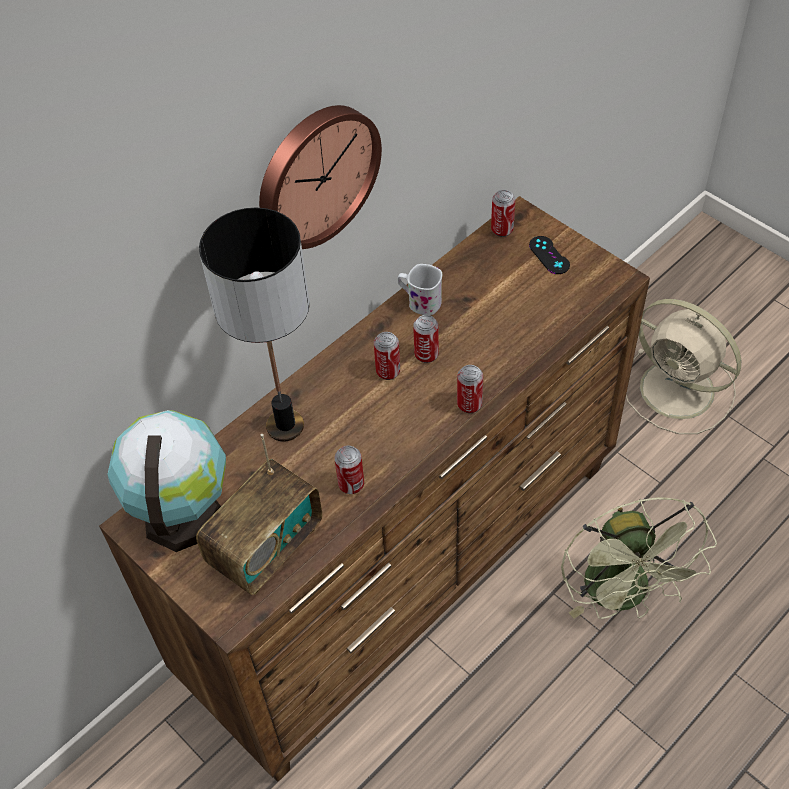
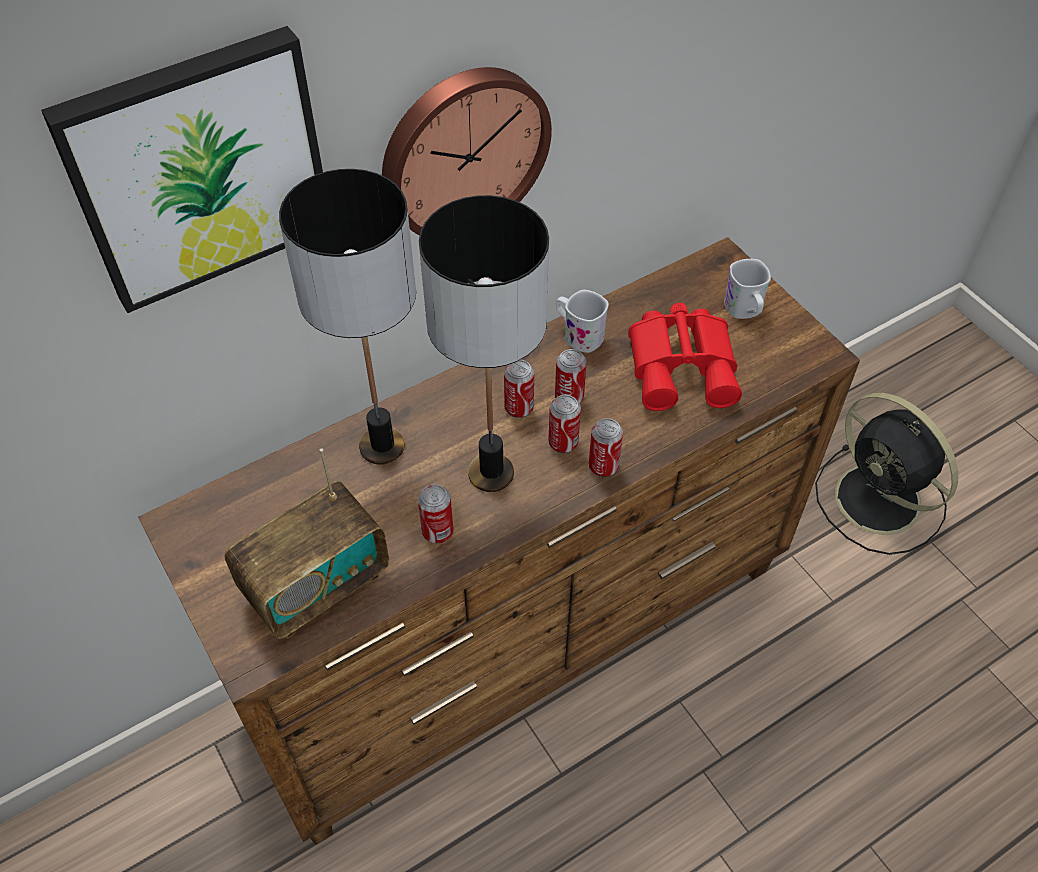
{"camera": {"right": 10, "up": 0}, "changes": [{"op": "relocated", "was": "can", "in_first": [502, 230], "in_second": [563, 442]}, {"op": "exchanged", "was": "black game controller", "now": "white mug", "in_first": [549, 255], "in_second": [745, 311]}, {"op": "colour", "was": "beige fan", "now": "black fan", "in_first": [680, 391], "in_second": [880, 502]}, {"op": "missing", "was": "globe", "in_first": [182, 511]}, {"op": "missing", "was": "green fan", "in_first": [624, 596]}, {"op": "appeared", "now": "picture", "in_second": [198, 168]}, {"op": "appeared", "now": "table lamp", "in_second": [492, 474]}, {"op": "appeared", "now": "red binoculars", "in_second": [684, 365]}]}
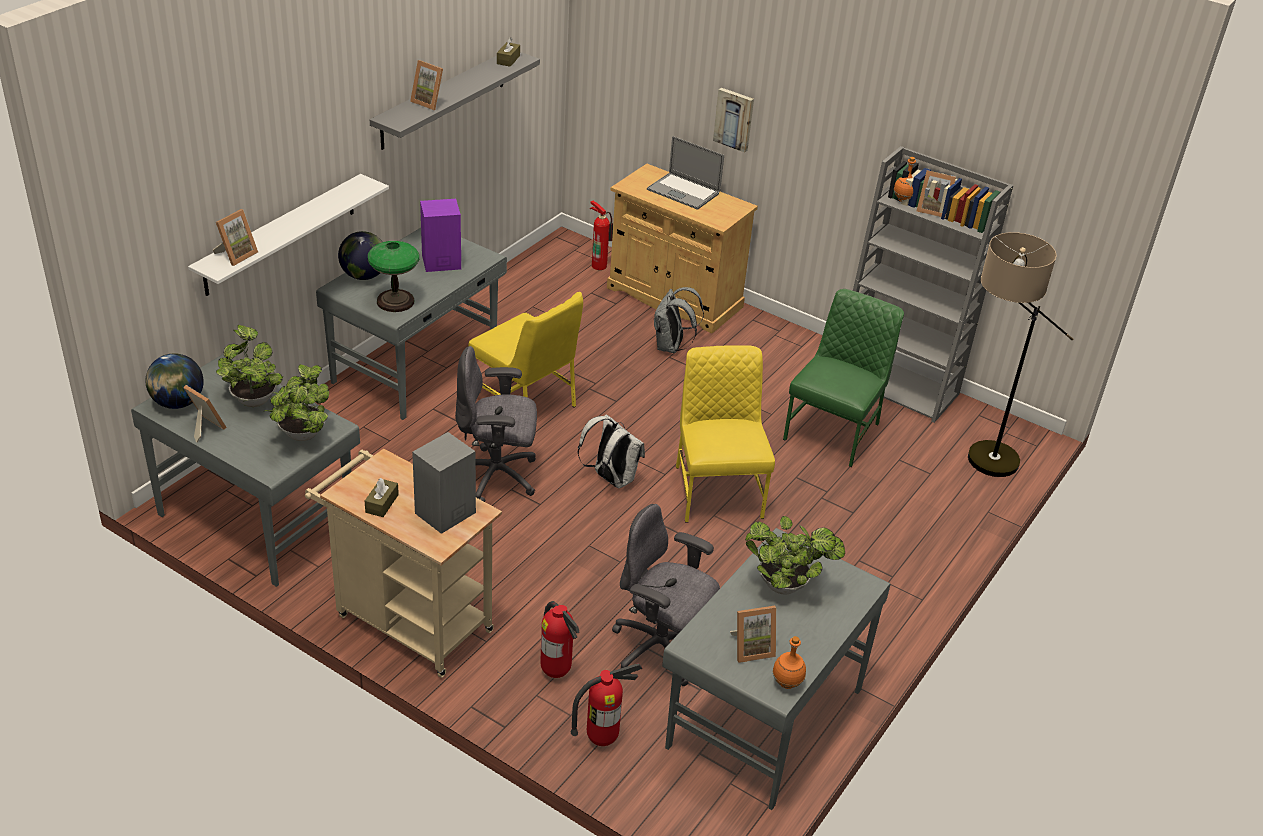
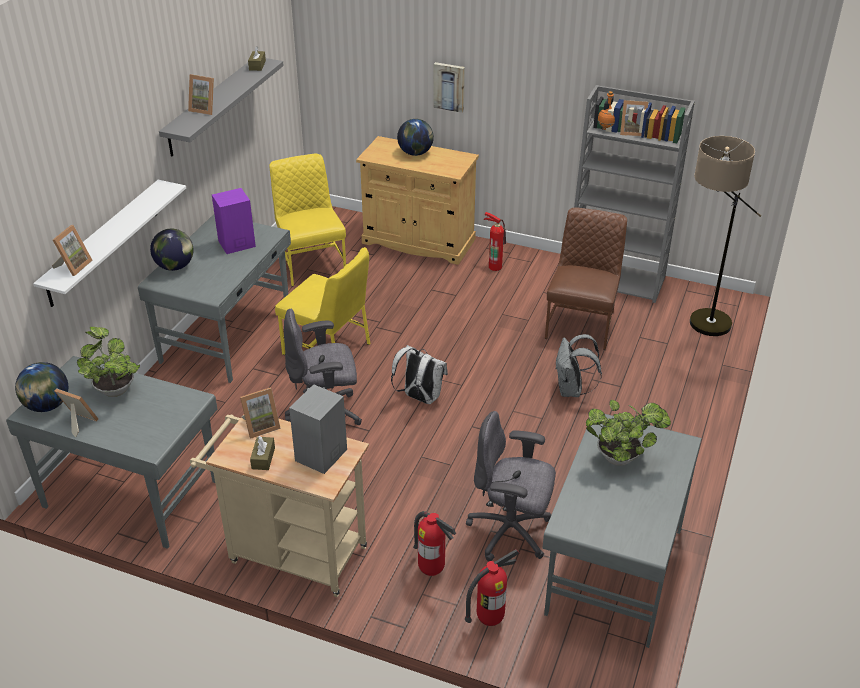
{"camera": {"right": -10, "up": 0}, "changes": [{"op": "exchanged", "was": "laptop", "now": "globe", "in_first": [683, 191], "in_second": [415, 153]}, {"op": "relocated", "was": "fire extinguisher", "in_first": [599, 265], "in_second": [495, 266]}, {"op": "missing", "was": "table lamp", "in_first": [396, 301]}, {"op": "relocated", "was": "grey backpack", "in_first": [671, 347], "in_second": [571, 390]}, {"op": "colour", "was": "green chair", "now": "brown chair", "in_first": [834, 431], "in_second": [581, 324]}, {"op": "relocated", "was": "yellow chair", "in_first": [717, 490], "in_second": [311, 263]}, {"op": "missing", "was": "potted plant", "in_first": [301, 436]}, {"op": "relocated", "was": "picture frame", "in_first": [751, 648], "in_second": [260, 426]}, {"op": "missing", "was": "orange bottle", "in_first": [787, 683]}]}
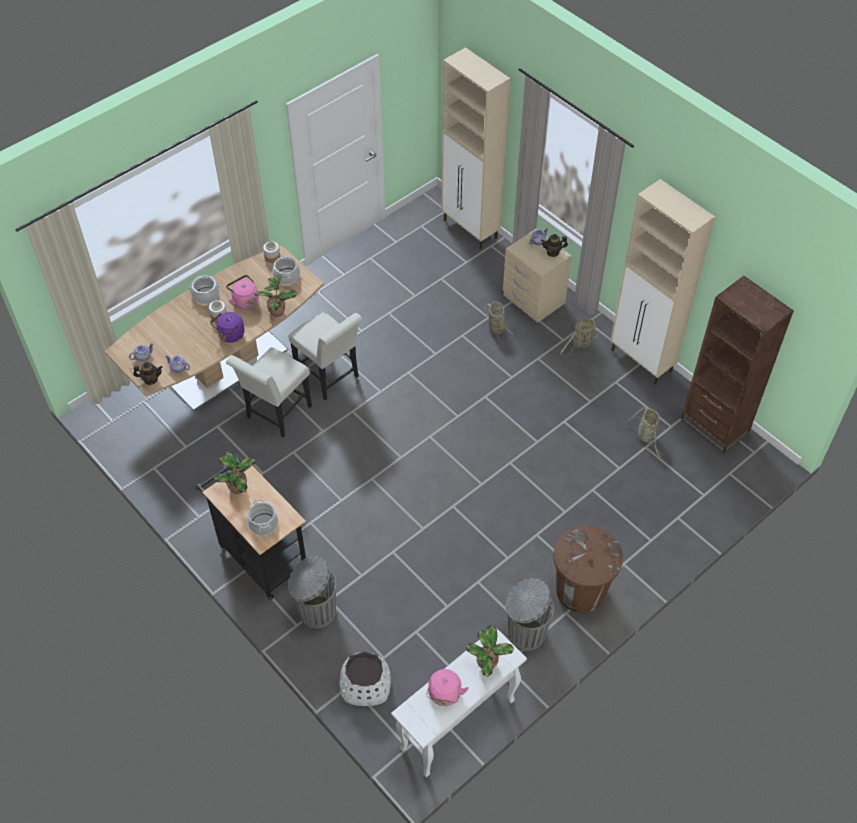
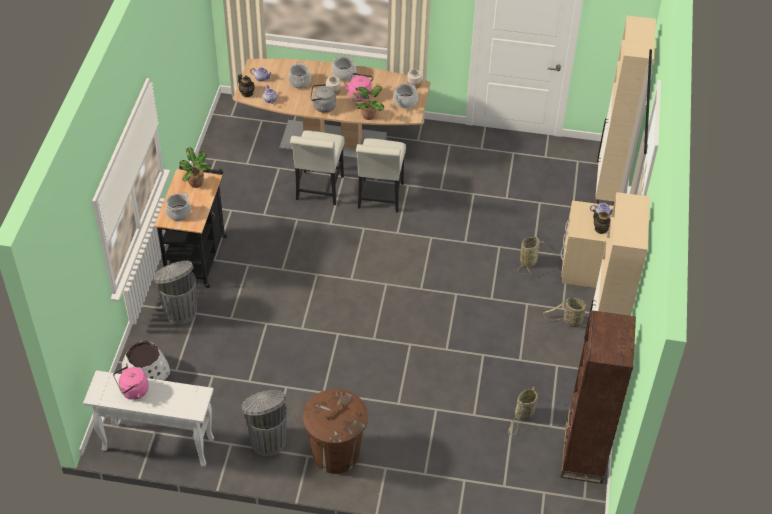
{"camera": {"right": 50, "up": -5}, "changes": [{"op": "colour", "was": "purple kettle", "now": "grey kettle", "in_first": [230, 336], "in_second": [322, 107]}, {"op": "spun", "was": "white chair", "in_first": [276, 415], "in_second": [319, 191], "clockwise": -75}, {"op": "missing", "was": "potted plant", "in_first": [488, 664]}, {"op": "appeared", "now": "cooking pot", "in_second": [300, 82]}]}
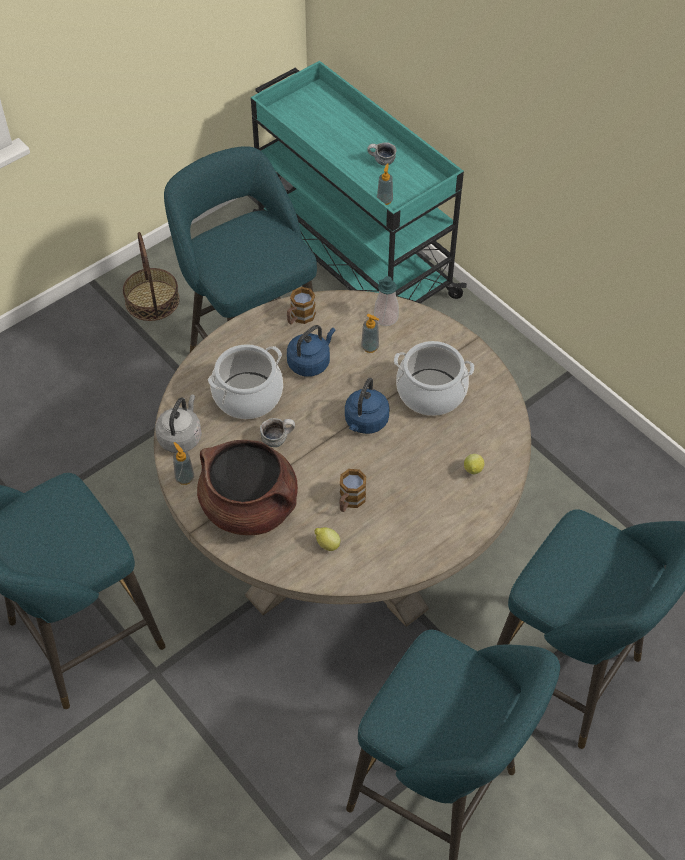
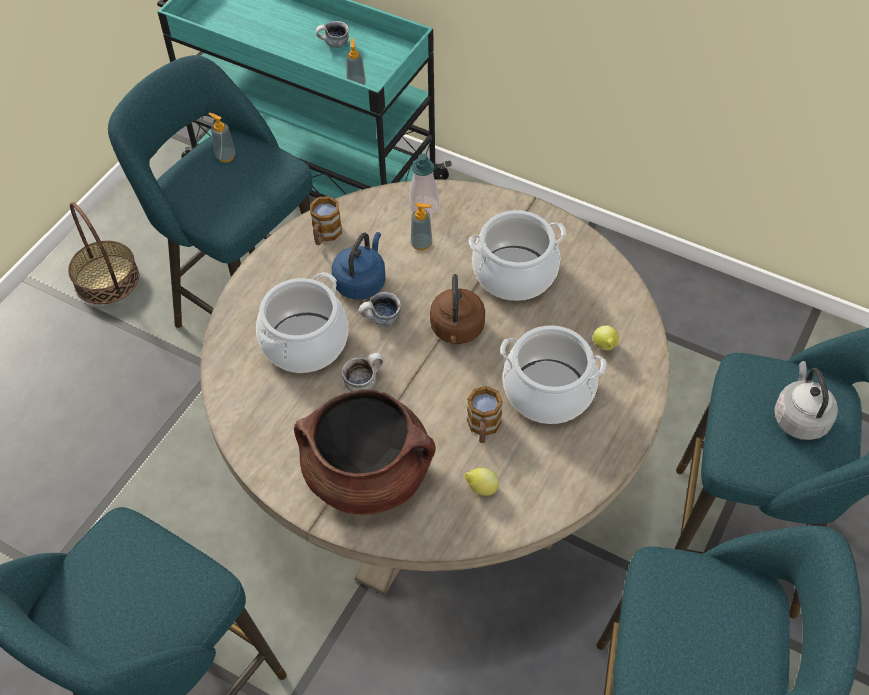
{"camera": {"right": -20, "up": 0}, "changes": [{"op": "colour", "was": "blue kettle", "now": "brown kettle", "in_first": [365, 422], "in_second": [457, 330]}, {"op": "relocated", "was": "grey kettle", "in_first": [181, 436], "in_second": [800, 417]}, {"op": "relocated", "was": "soap dispenser", "in_first": [184, 478], "in_second": [225, 156]}, {"op": "appeared", "now": "mug", "in_second": [381, 321]}, {"op": "appeared", "now": "cooking pot", "in_second": [548, 391]}]}
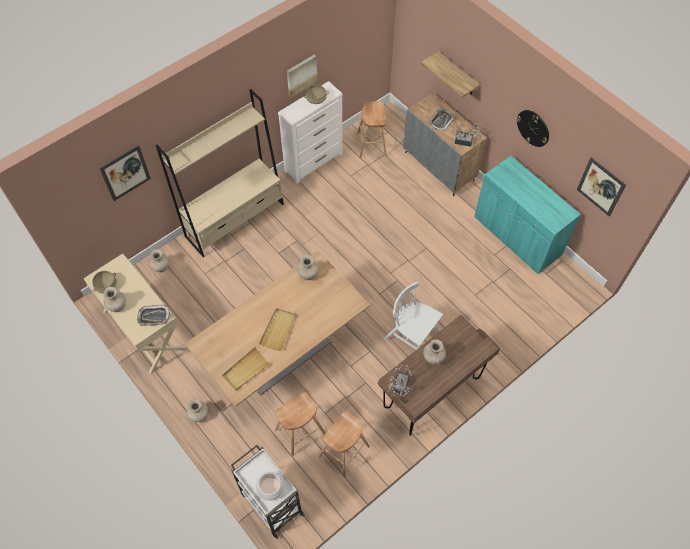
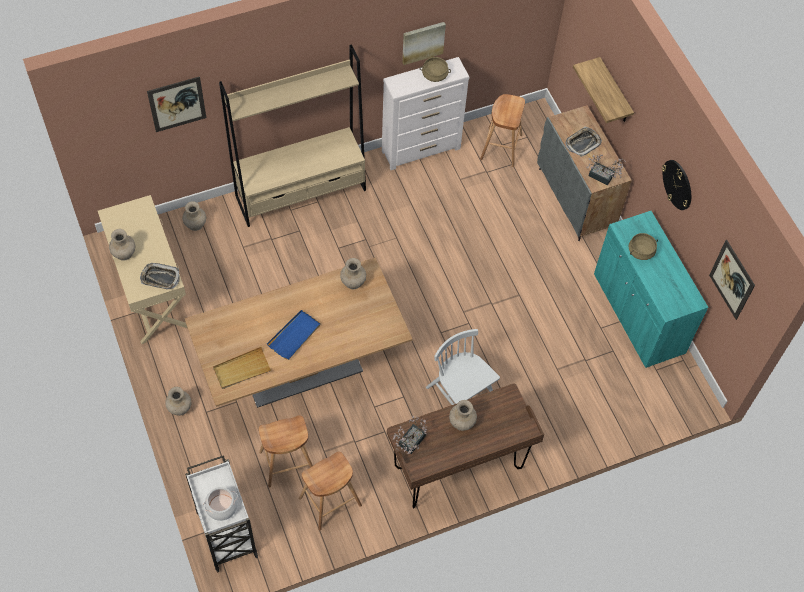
{"camera": {"right": 15, "up": 0}, "changes": [{"op": "relocated", "was": "beige cooking pot", "in_first": [106, 285], "in_second": [641, 251]}, {"op": "colour", "was": "beige tray", "now": "blue tray", "in_first": [278, 330], "in_second": [294, 335]}]}
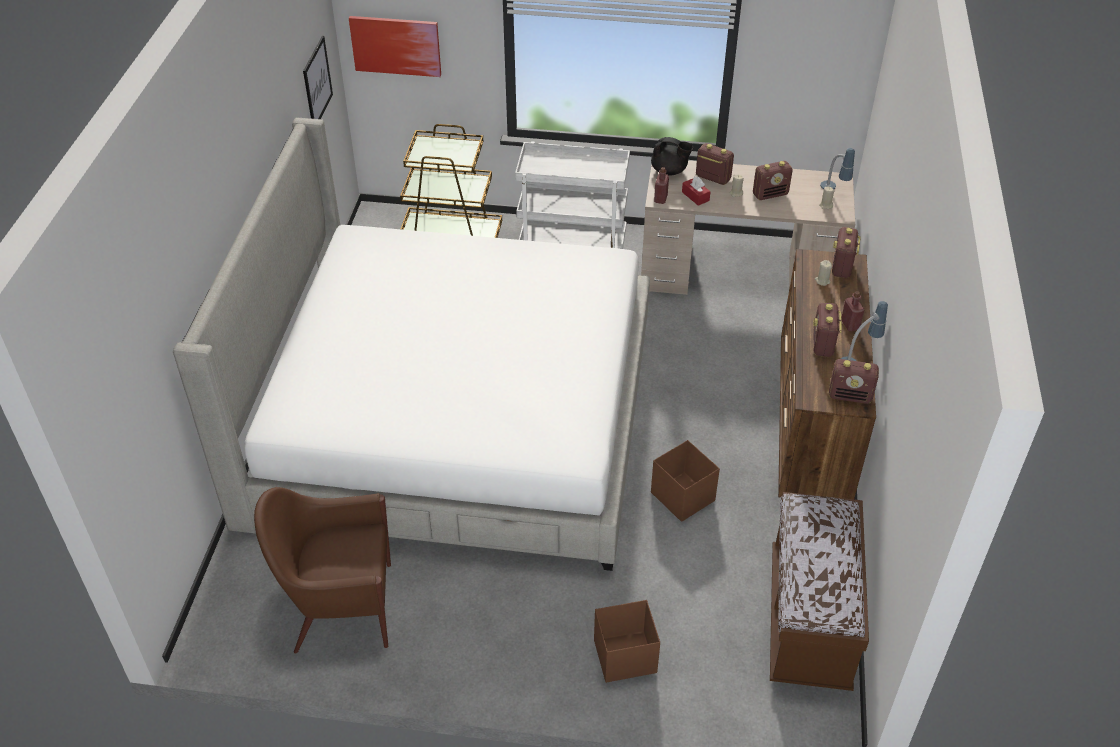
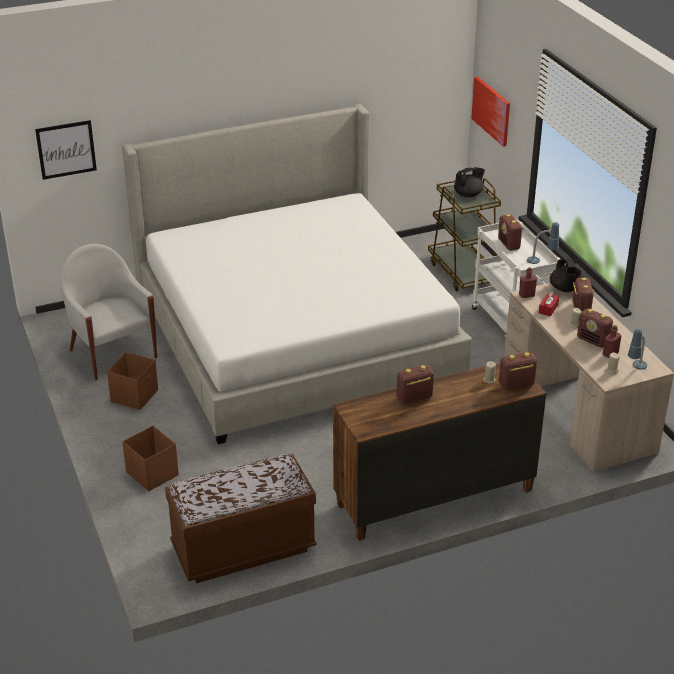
{"camera": {"right": 60, "up": -10}, "changes": [{"op": "relocated", "was": "picture", "in_first": [317, 82], "in_second": [66, 149]}, {"op": "relocated", "was": "red bottle", "in_first": [850, 325], "in_second": [610, 354]}, {"op": "relocated", "was": "table lamp", "in_first": [858, 360], "in_second": [541, 263]}, {"op": "relocated", "was": "radio", "in_first": [850, 396], "in_second": [509, 244]}, {"op": "relocated", "was": "brown storage box", "in_first": [682, 496], "in_second": [135, 396]}, {"op": "colour", "was": "brown armchair", "now": "white armchair", "in_first": [340, 607], "in_second": [112, 353]}, {"op": "appeared", "now": "black teapot", "in_second": [468, 195]}]}
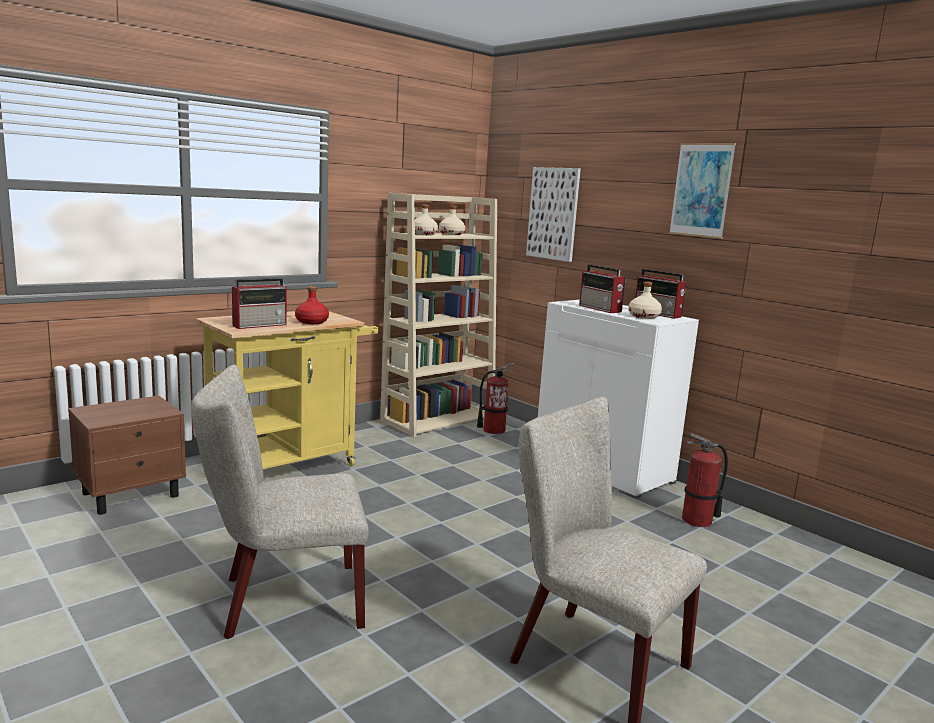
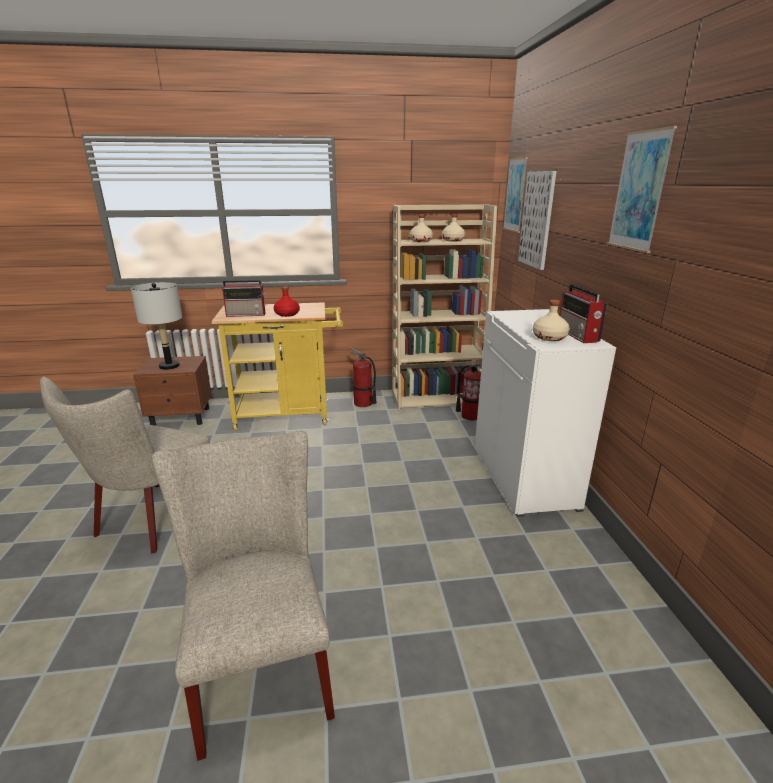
{"camera": {"right": 35, "up": 10}, "changes": [{"op": "missing", "was": "radio", "in_first": [600, 309]}, {"op": "spun", "was": "beige chair", "in_first": [282, 601], "in_second": [152, 520], "clockwise": -90}, {"op": "relocated", "was": "fire extinguisher", "in_first": [697, 521], "in_second": [363, 403]}, {"op": "appeared", "now": "picture", "in_second": [515, 195]}, {"op": "appeared", "now": "grey table lamp", "in_second": [169, 366]}]}
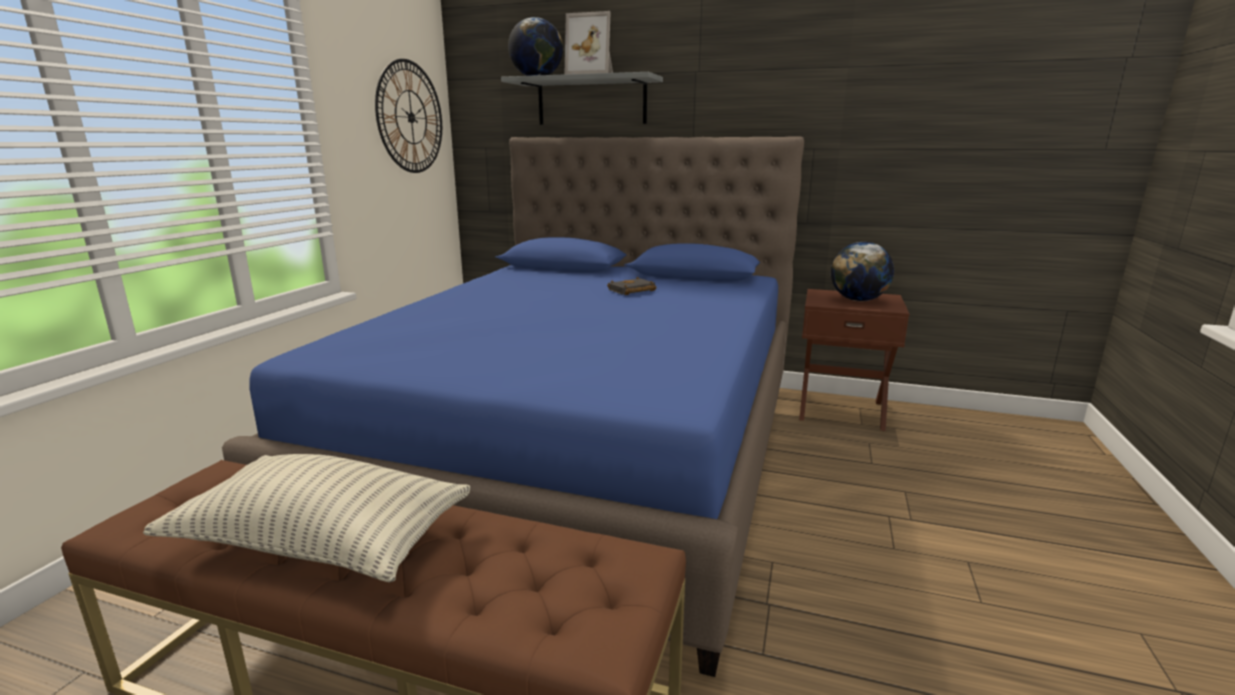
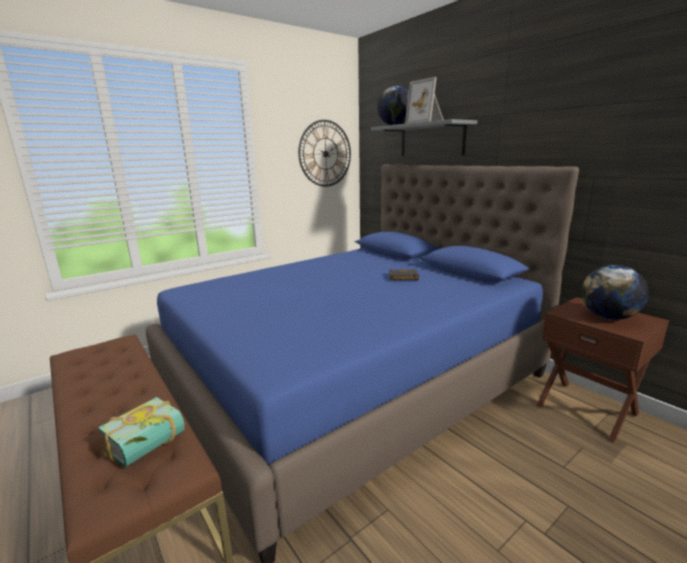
{"camera": {"right": 35, "up": 0}, "changes": [{"op": "missing", "was": "pillow", "in_first": [322, 543]}, {"op": "appeared", "now": "book", "in_second": [150, 447]}]}
